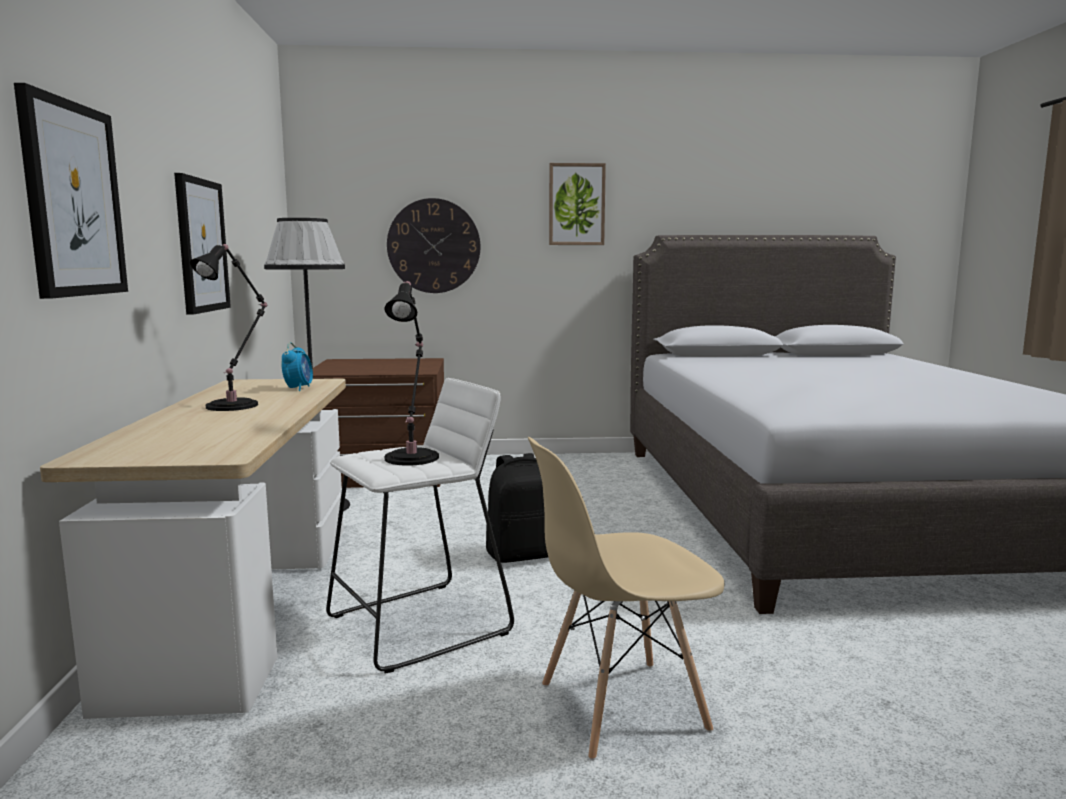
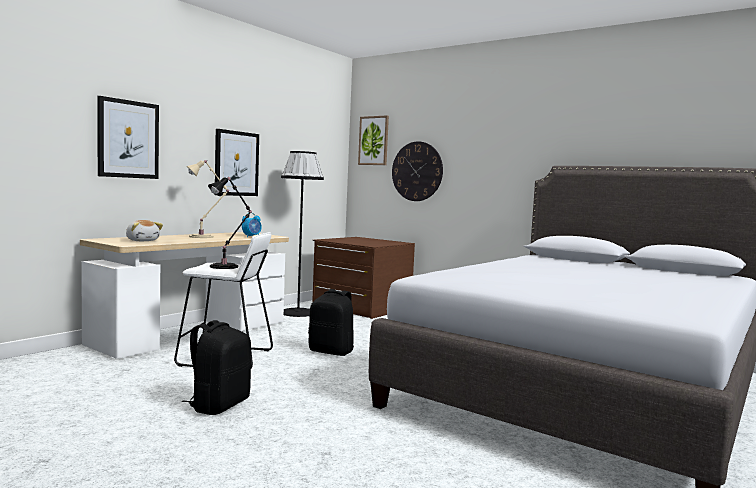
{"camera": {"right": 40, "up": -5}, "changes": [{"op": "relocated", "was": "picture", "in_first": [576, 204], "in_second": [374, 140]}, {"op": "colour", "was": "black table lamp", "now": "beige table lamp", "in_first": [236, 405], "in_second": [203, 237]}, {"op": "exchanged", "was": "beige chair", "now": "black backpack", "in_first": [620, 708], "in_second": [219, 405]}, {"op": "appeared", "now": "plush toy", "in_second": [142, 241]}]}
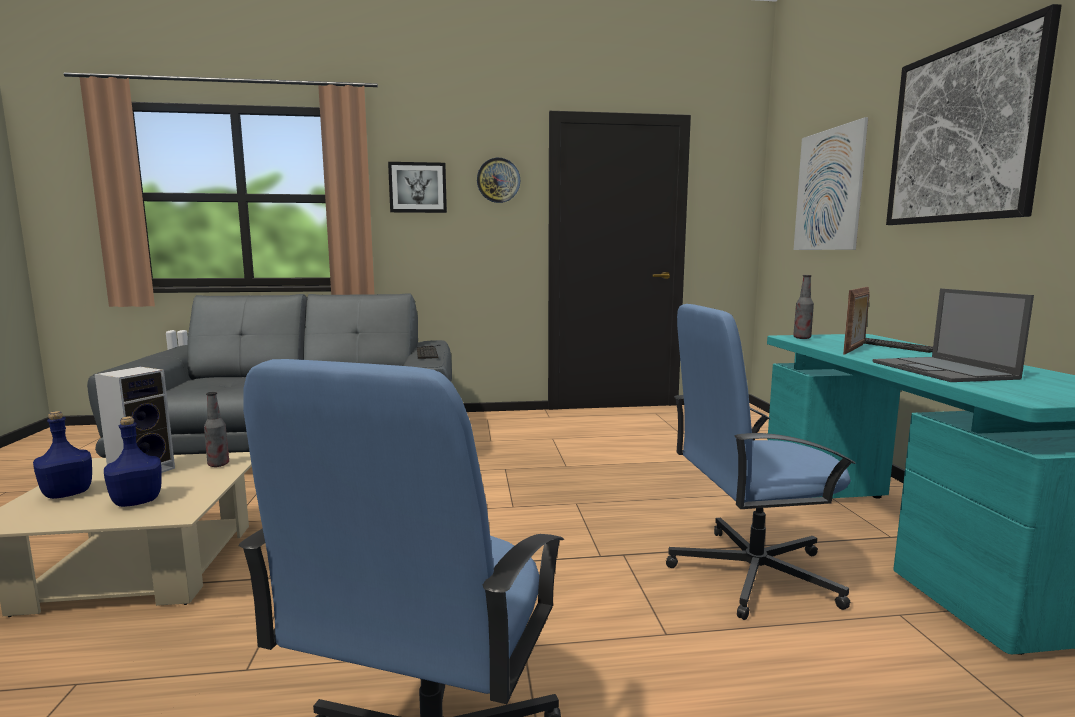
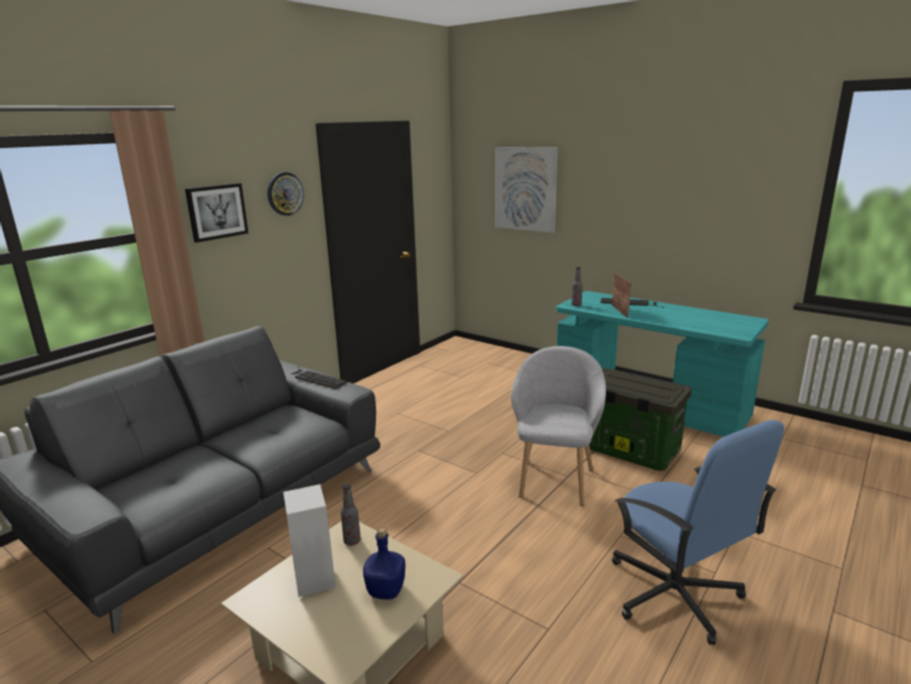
{"camera": {"right": -45, "up": 10}, "changes": [{"op": "missing", "was": "picture", "in_first": [963, 133]}, {"op": "missing", "was": "laptop", "in_first": [943, 370]}, {"op": "exchanged", "was": "blue office chair", "now": "storage box", "in_first": [750, 573], "in_second": [629, 450]}, {"op": "missing", "was": "blue bottle", "in_first": [67, 493]}, {"op": "appeared", "now": "grey armchair", "in_second": [555, 480]}]}
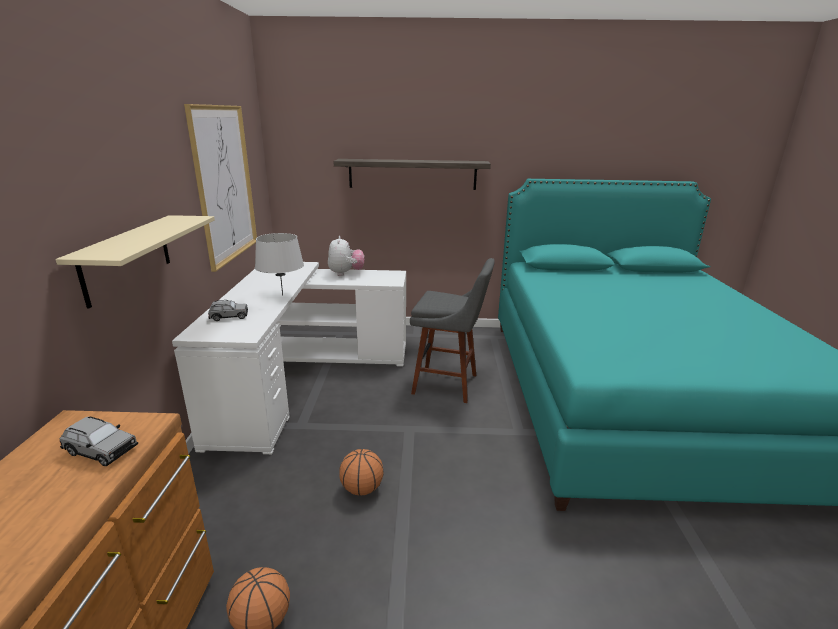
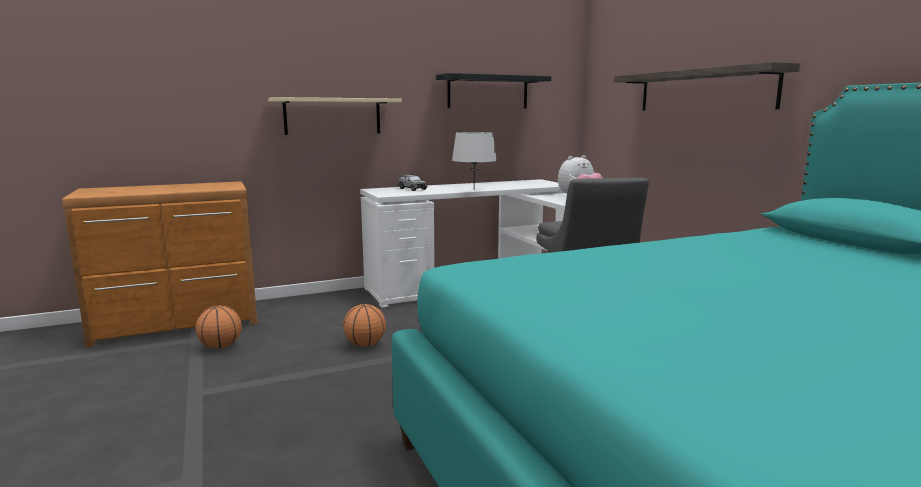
{"camera": {"right": 65, "up": -10}, "changes": [{"op": "exchanged", "was": "picture", "now": "black shelf", "in_first": [224, 184], "in_second": [488, 92]}, {"op": "missing", "was": "grey toy car", "in_first": [101, 450]}]}
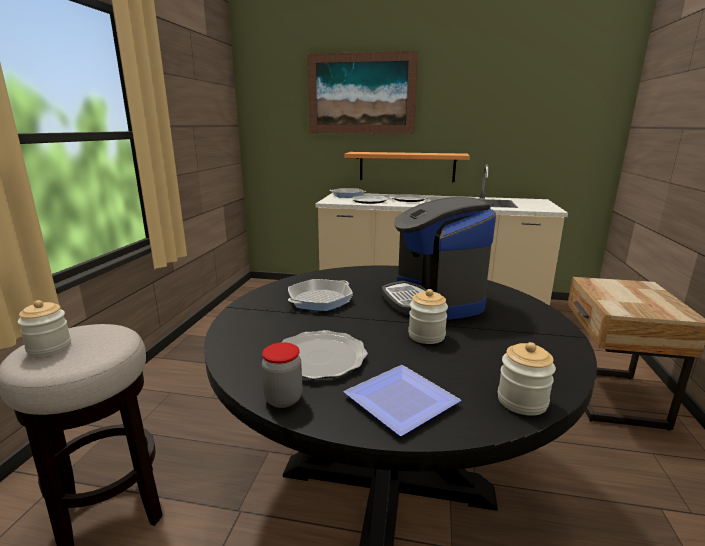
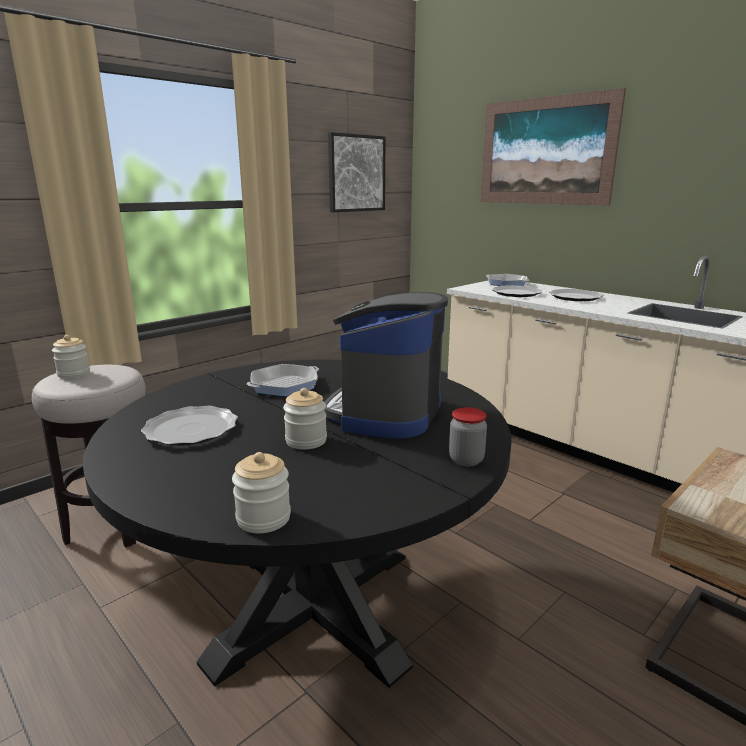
{"camera": {"right": 35, "up": 0}, "changes": [{"op": "missing", "was": "shelf", "in_first": [407, 166]}, {"op": "spun", "was": "frying pan", "in_first": [320, 300], "in_second": [284, 385], "clockwise": 150}, {"op": "relocated", "was": "jar", "in_first": [283, 399], "in_second": [466, 460]}, {"op": "missing", "was": "plate", "in_first": [405, 401]}, {"op": "appeared", "now": "picture", "in_second": [356, 173]}]}
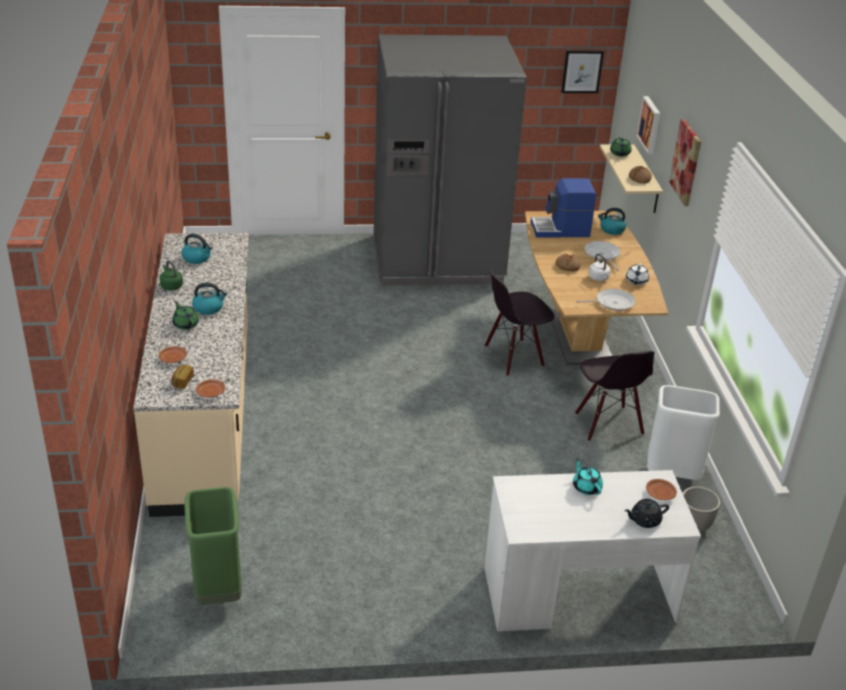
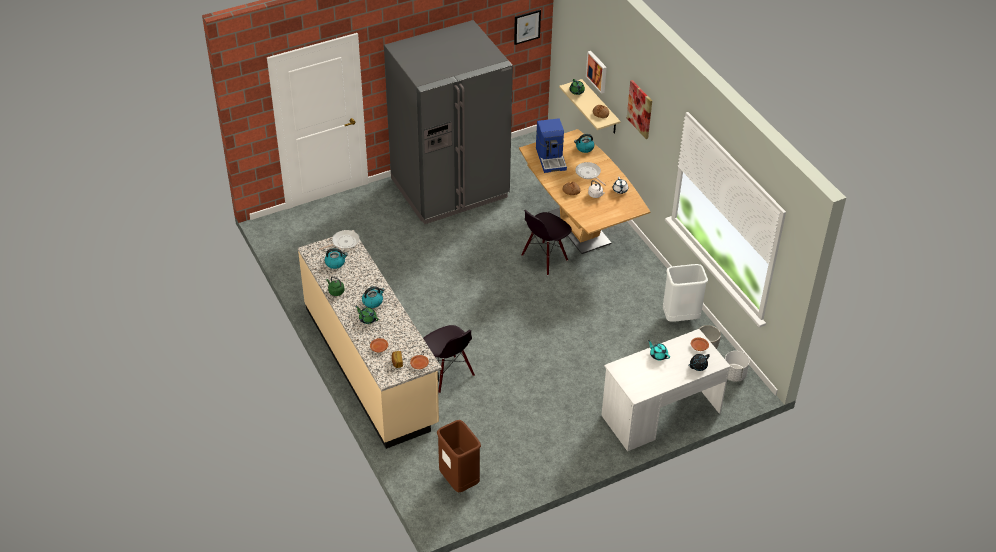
{"camera": {"right": -20, "up": 10}, "changes": [{"op": "spun", "was": "coffee machine", "in_first": [561, 230], "in_second": [551, 158], "clockwise": -75}, {"op": "relocated", "was": "frying pan", "in_first": [612, 303], "in_second": [344, 242]}, {"op": "relocated", "was": "black chair", "in_first": [608, 424], "in_second": [448, 374]}, {"op": "colour", "was": "green trash can", "now": "brown trash can", "in_first": [218, 592], "in_second": [459, 481]}, {"op": "appeared", "now": "white planter", "in_second": [734, 375]}]}
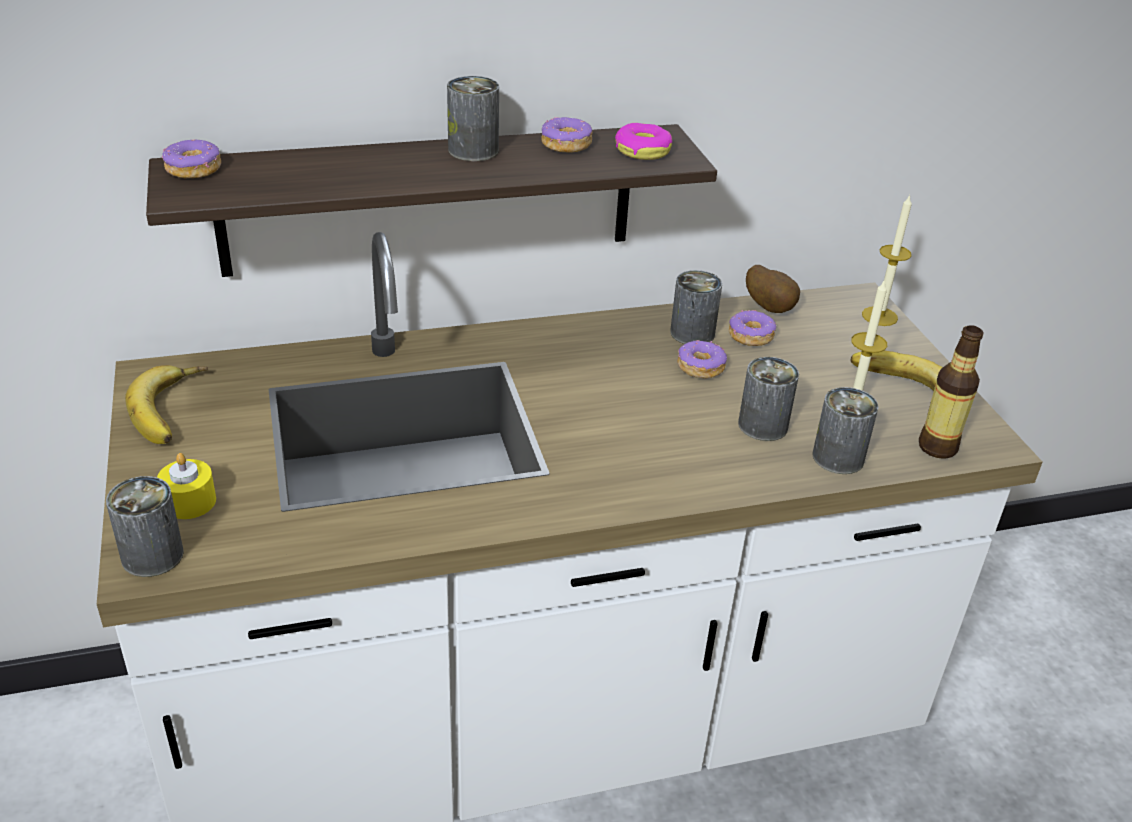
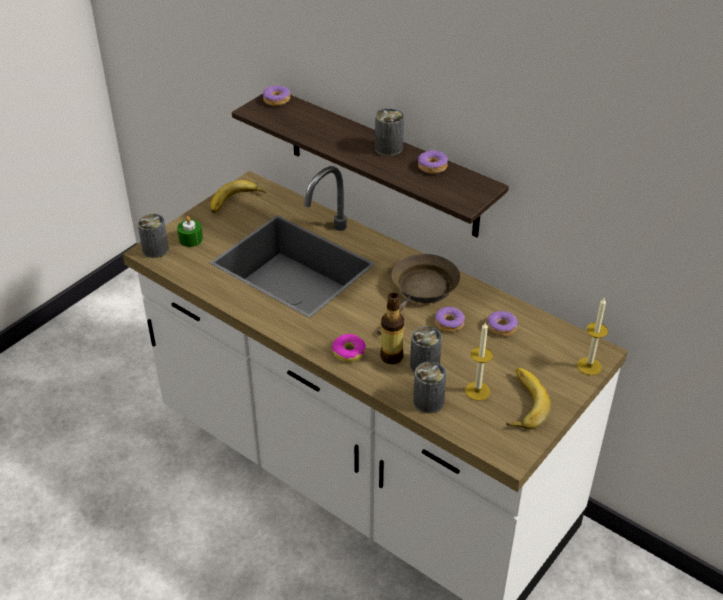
{"camera": {"right": 55, "up": 5}, "changes": [{"op": "relocated", "was": "donut", "in_first": [642, 150], "in_second": [349, 352]}, {"op": "missing", "was": "potato", "in_first": [770, 308]}, {"op": "missing", "was": "can", "in_first": [692, 333]}, {"op": "relocated", "was": "bottle", "in_first": [937, 447], "in_second": [391, 357]}, {"op": "colour", "was": "yellow candle", "now": "green candle", "in_first": [189, 501], "in_second": [191, 239]}, {"op": "appeared", "now": "brown frying pan", "in_second": [422, 290]}]}
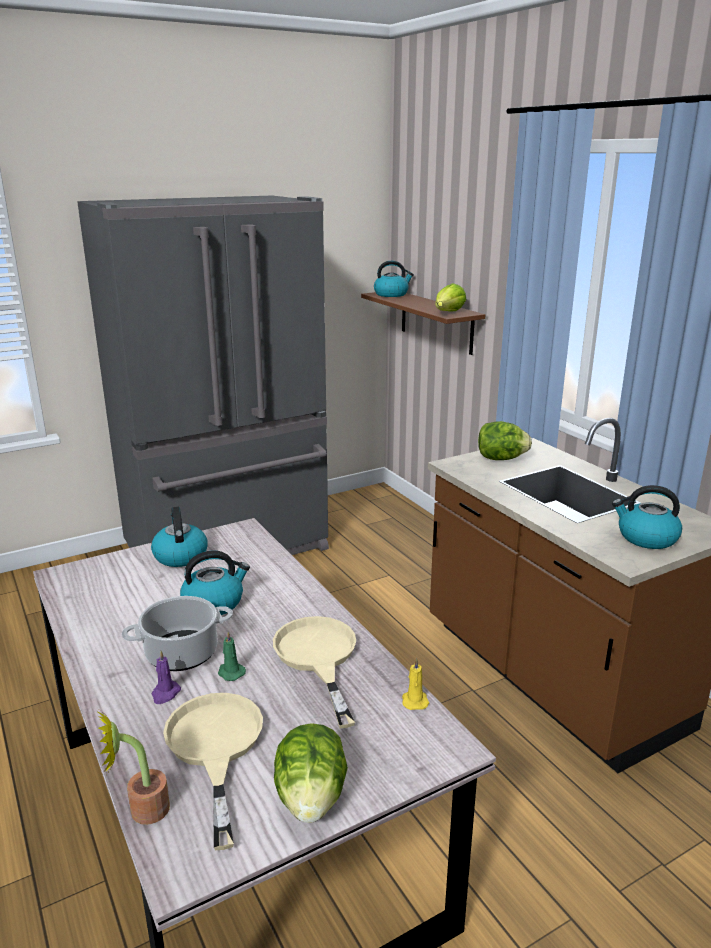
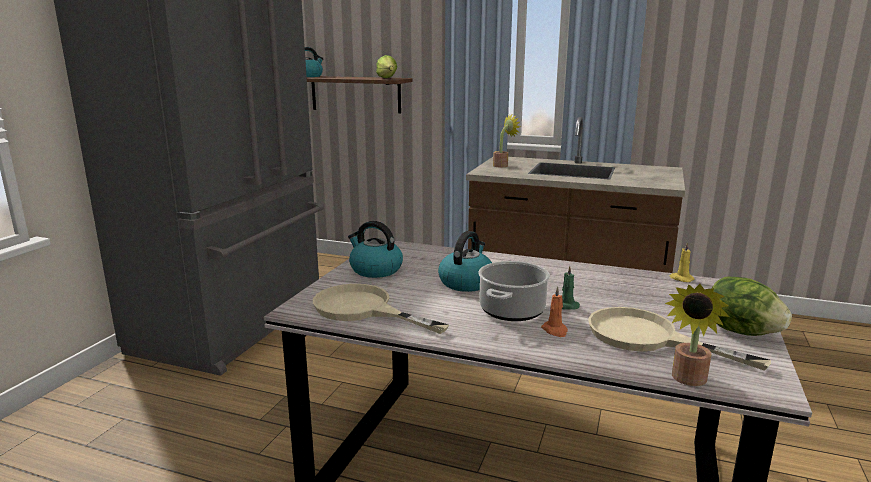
{"camera": {"right": -40, "up": -5}, "changes": [{"op": "exchanged", "was": "lettuce", "now": "potted plant", "in_first": [501, 458], "in_second": [502, 165]}, {"op": "missing", "was": "kettle", "in_first": [646, 538]}, {"op": "relocated", "was": "beige frying pan", "in_first": [318, 658], "in_second": [363, 309]}, {"op": "colour", "was": "purple candle", "now": "orange candle", "in_first": [165, 694], "in_second": [555, 331]}]}
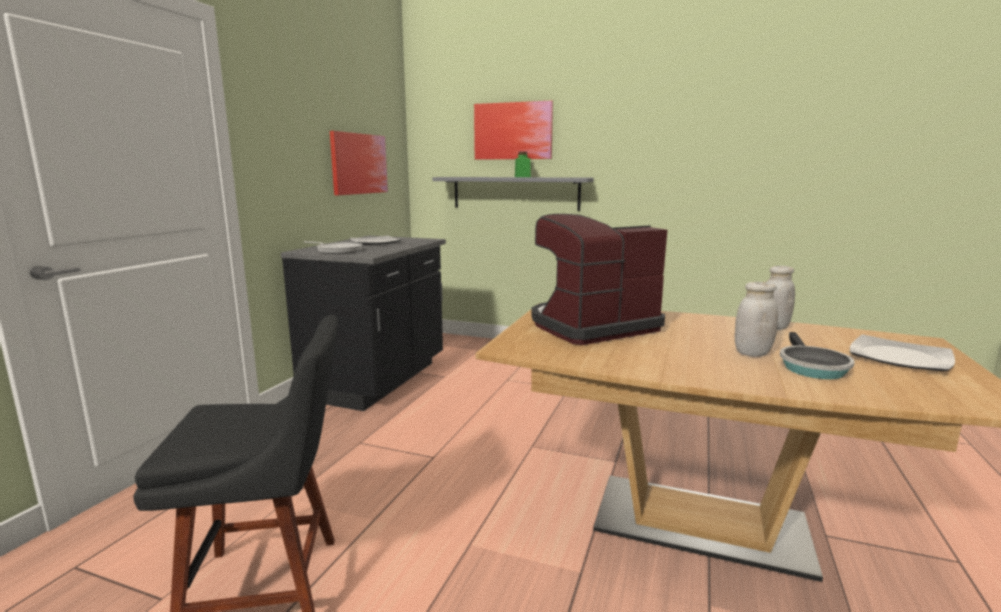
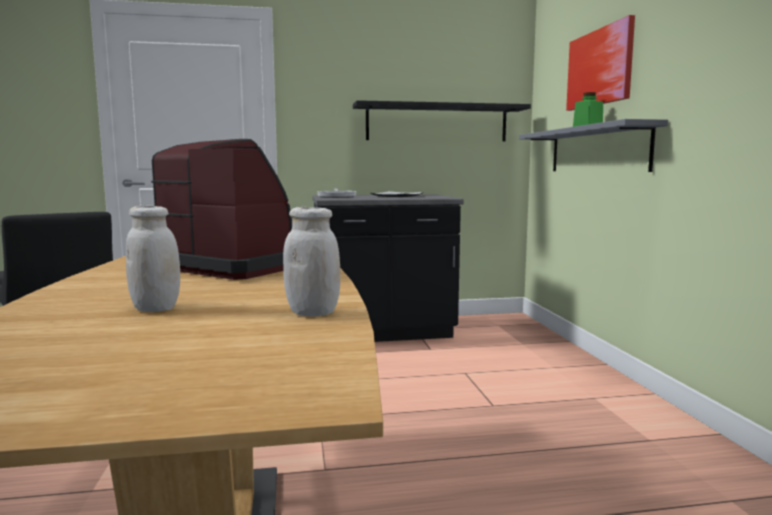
{"camera": {"right": 60, "up": -5}, "changes": [{"op": "exchanged", "was": "picture", "now": "black shelf", "in_first": [359, 164], "in_second": [437, 123]}, {"op": "missing", "was": "frying pan", "in_first": [811, 367]}, {"op": "missing", "was": "plate", "in_first": [900, 358]}]}
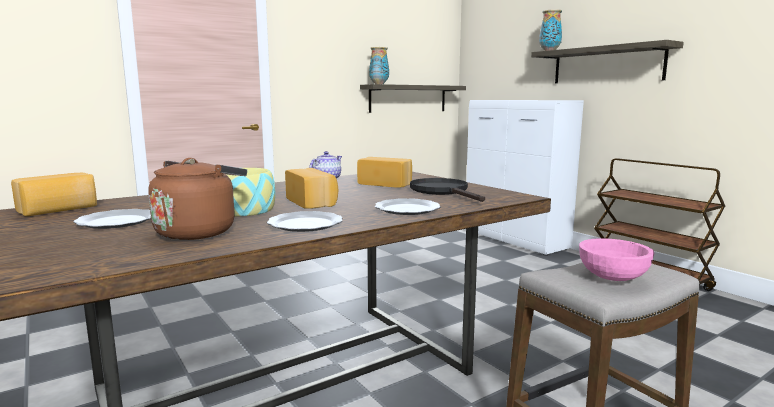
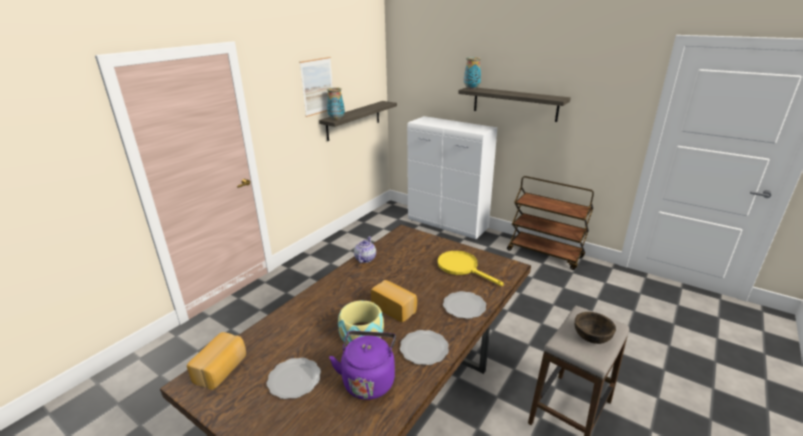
{"camera": {"right": -20, "up": 15}, "changes": [{"op": "missing", "was": "bread", "in_first": [385, 184]}, {"op": "colour", "was": "brown kettle", "now": "purple kettle", "in_first": [199, 231], "in_second": [368, 380]}, {"op": "colour", "was": "black frying pan", "now": "yellow frying pan", "in_first": [443, 191], "in_second": [462, 267]}, {"op": "colour", "was": "pink bowl", "now": "brown bowl", "in_first": [612, 277], "in_second": [591, 337]}, {"op": "appeared", "now": "picture", "in_second": [317, 86]}]}
